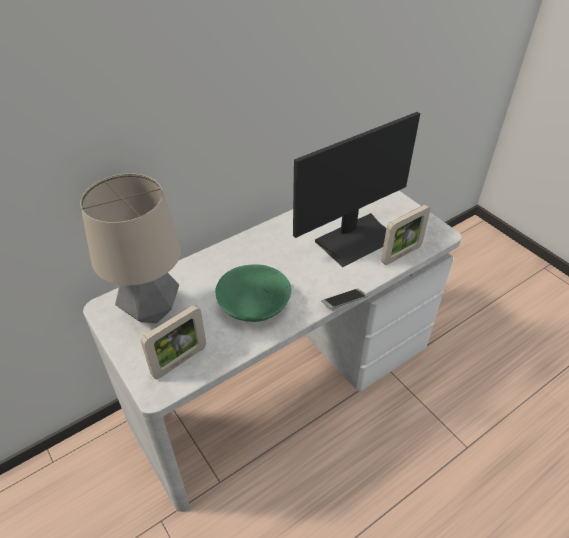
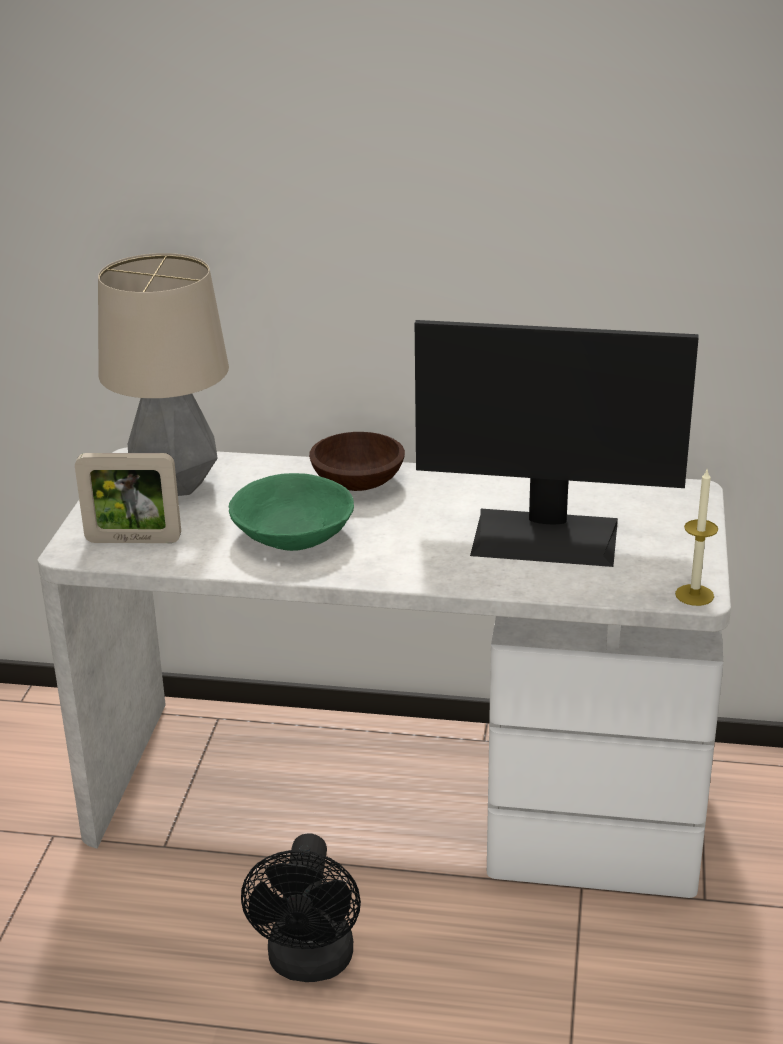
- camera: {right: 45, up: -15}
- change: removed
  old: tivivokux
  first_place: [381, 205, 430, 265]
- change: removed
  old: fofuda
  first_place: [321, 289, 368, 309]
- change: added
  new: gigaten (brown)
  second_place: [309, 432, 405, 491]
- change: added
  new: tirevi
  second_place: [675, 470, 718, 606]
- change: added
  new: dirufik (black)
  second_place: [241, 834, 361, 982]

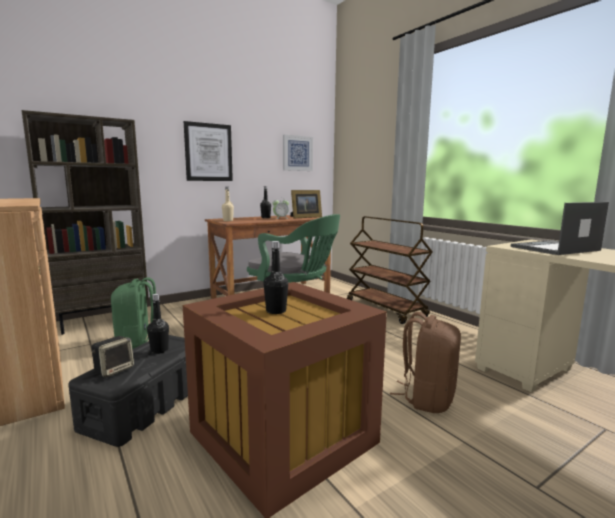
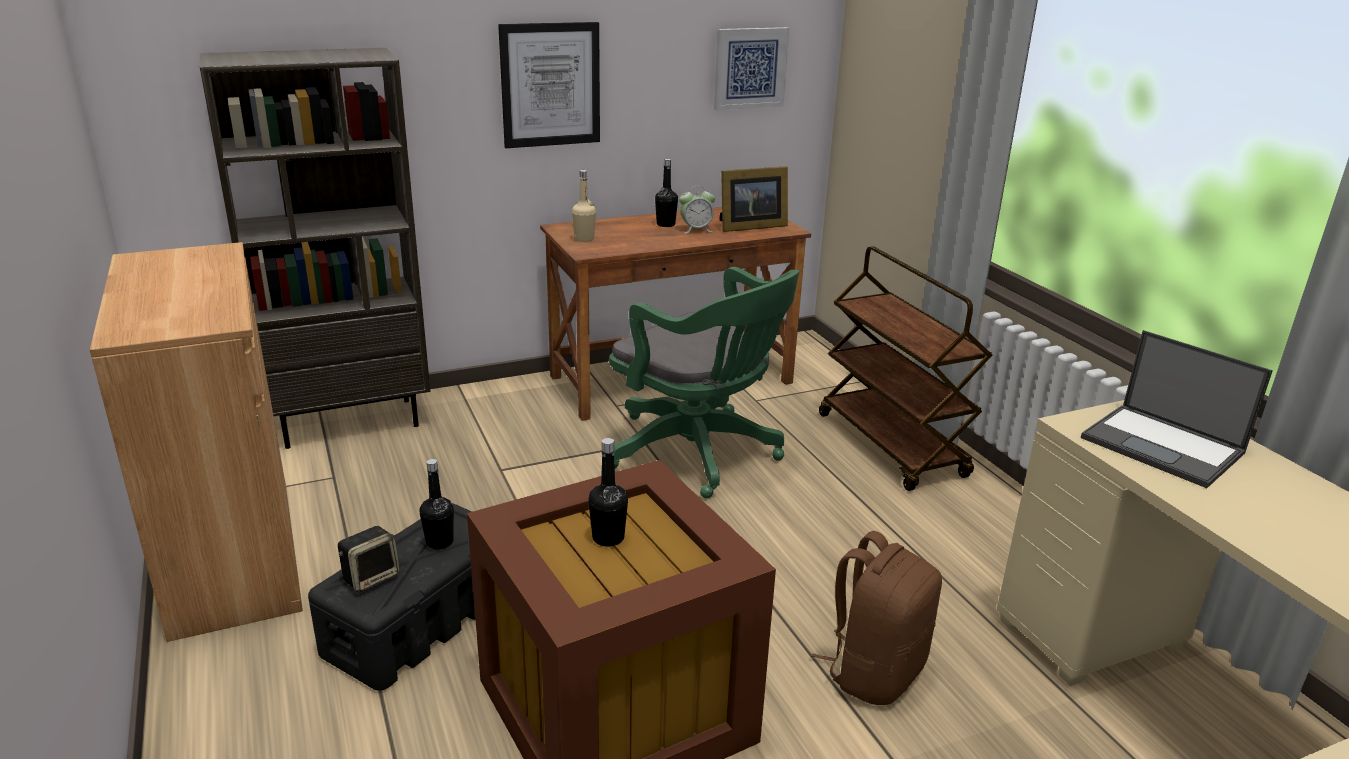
- camera: {right: 10, up: 15}
- change: turned
  old: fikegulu
  first_place: [510, 202, 609, 255]
  second_place: [1081, 330, 1273, 488]
  degrees: -120
- change: removed
  old: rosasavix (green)
  first_place: [111, 277, 156, 349]

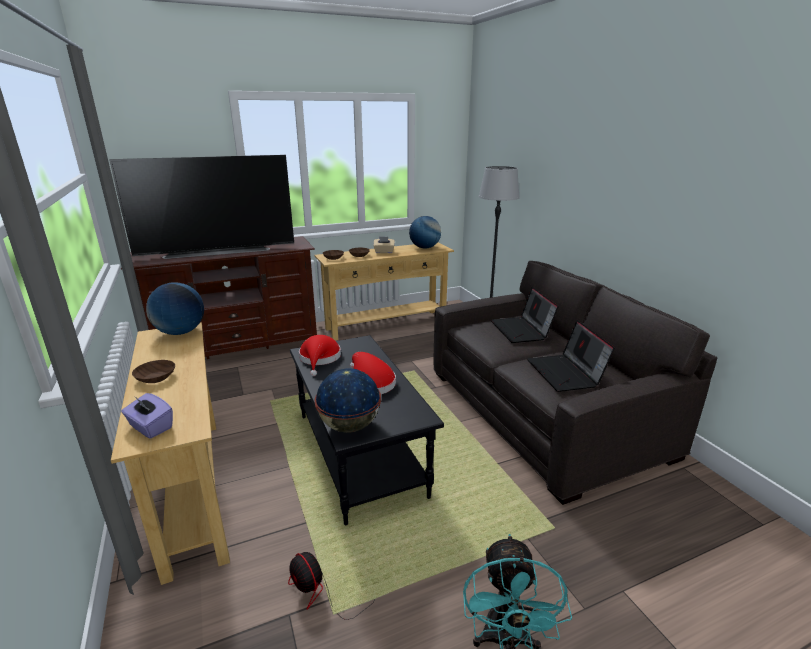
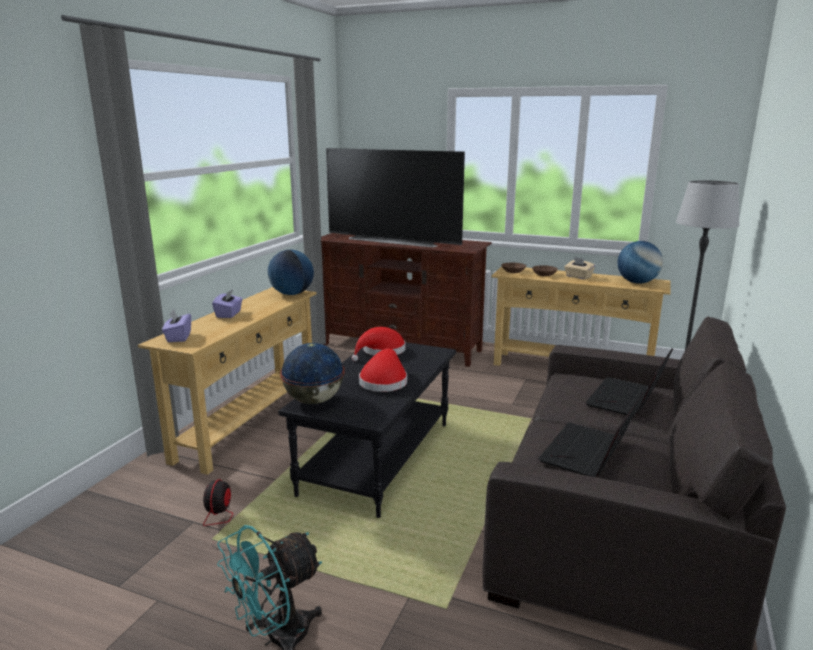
- camera: {right: 45, up: -5}
- change: replaced
  old: gigaten (brown)
  new: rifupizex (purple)
  first_place: [132, 360, 175, 383]
  second_place: [212, 289, 243, 318]

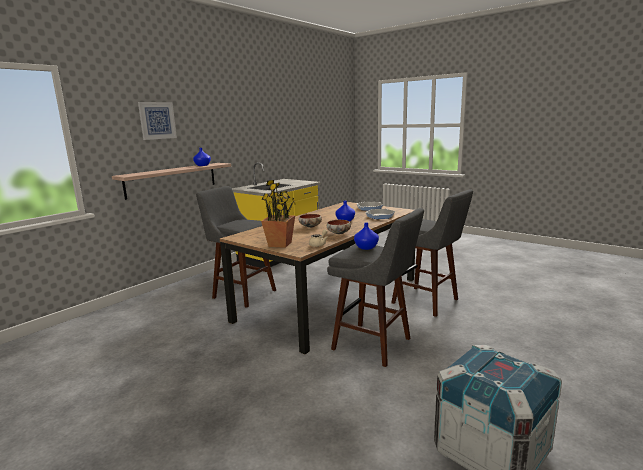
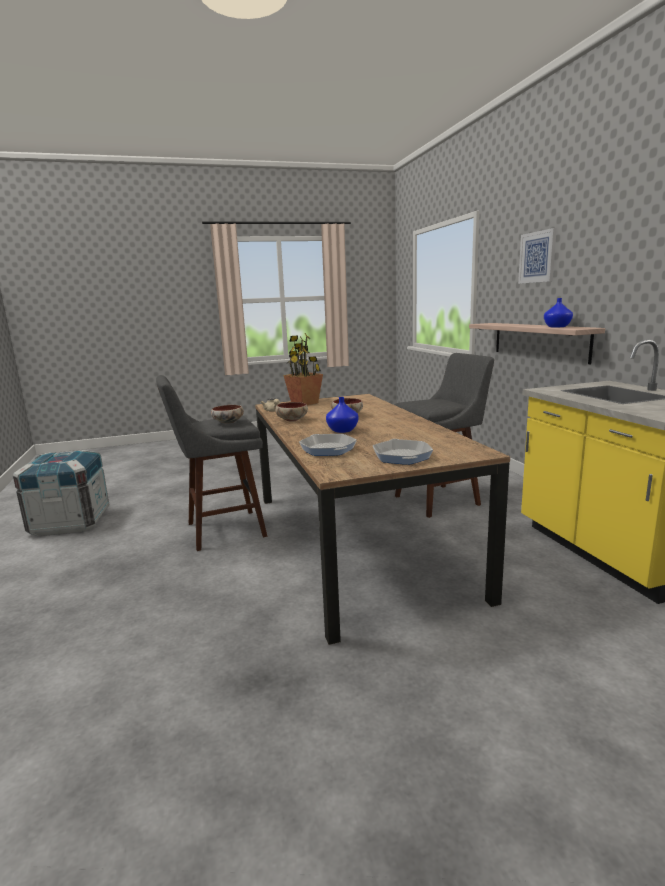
- camera: {right: 125, up: 0}
- change: removed
  old: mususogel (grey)
  first_place: [391, 190, 473, 317]
- change: replaced
  old: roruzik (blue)
  new: gigaten
  first_place: [354, 223, 379, 250]
  second_place: [211, 405, 244, 424]

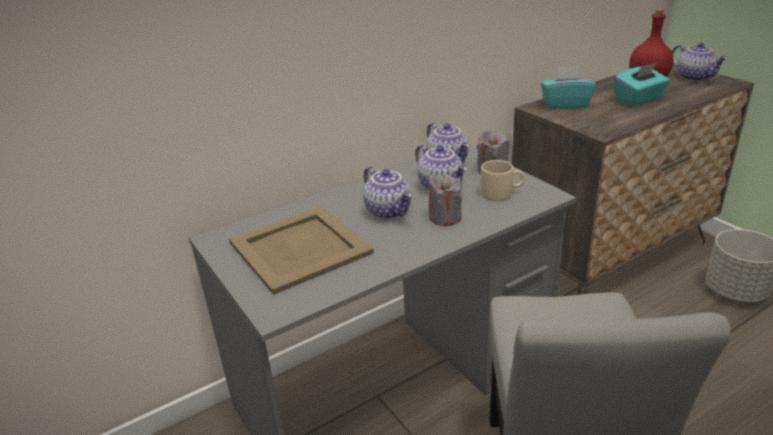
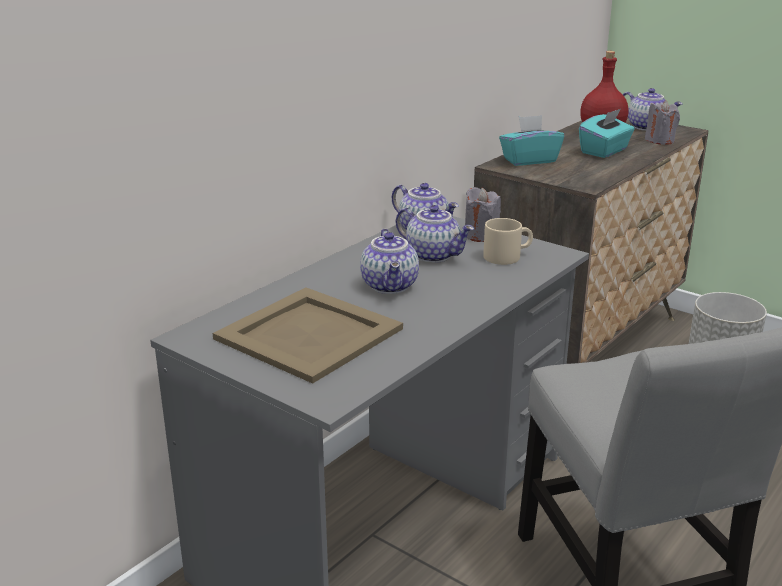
- camera: {right: -20, up: -5}
- change: turned
  old: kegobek
  first_place: [363, 167, 412, 219]
  second_place: [360, 229, 419, 294]
  degrees: 45
- change: moved
  old: tirevi (grey)
  first_place: [429, 175, 462, 226]
  second_place: [645, 100, 680, 145]

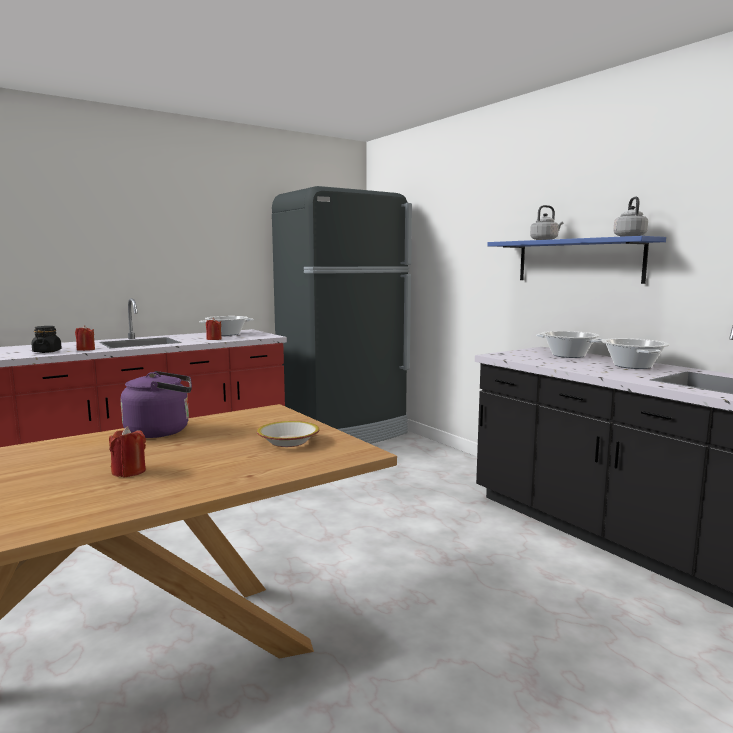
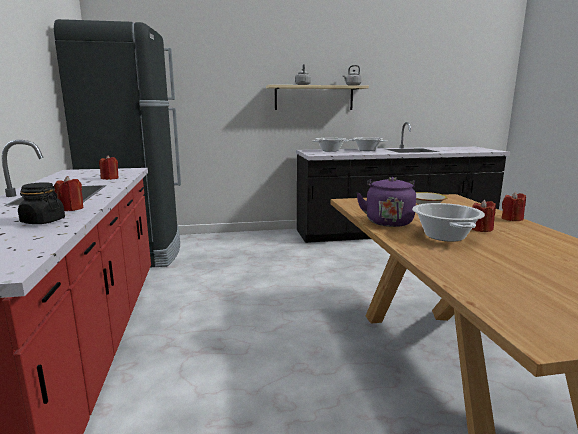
- camera: {right: -65, up: 5}
- change: recoloured
  old: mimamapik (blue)
  new: mimamapik (beige)
  first_place: [487, 236, 666, 284]
  second_place: [266, 85, 369, 110]
- change: moved
  old: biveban
  first_place: [199, 316, 254, 336]
  second_place: [412, 203, 485, 242]
- change: added
  new: tirevi (red)
  second_place: [502, 192, 526, 221]

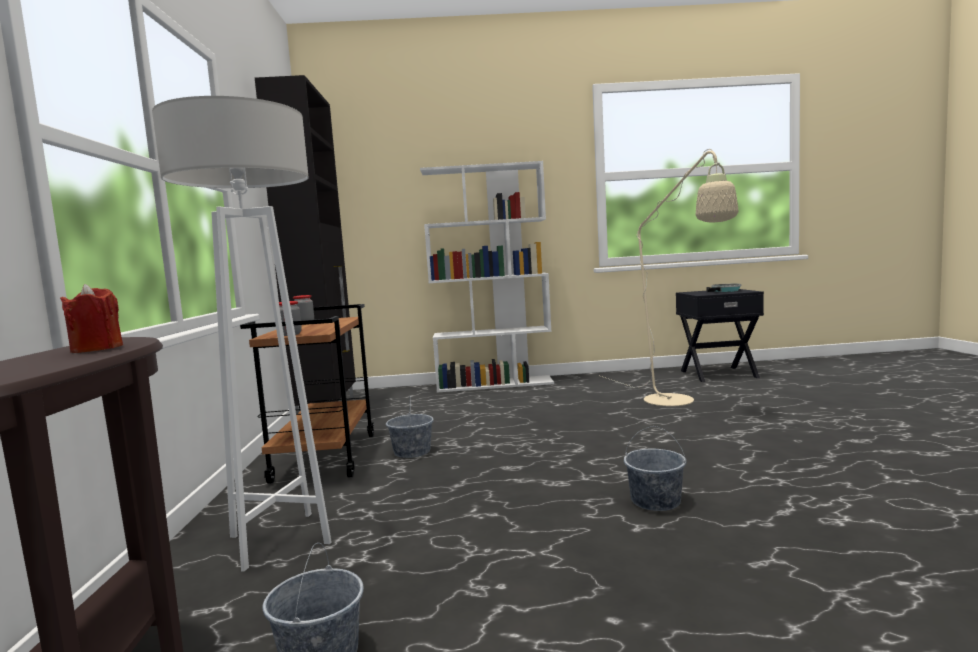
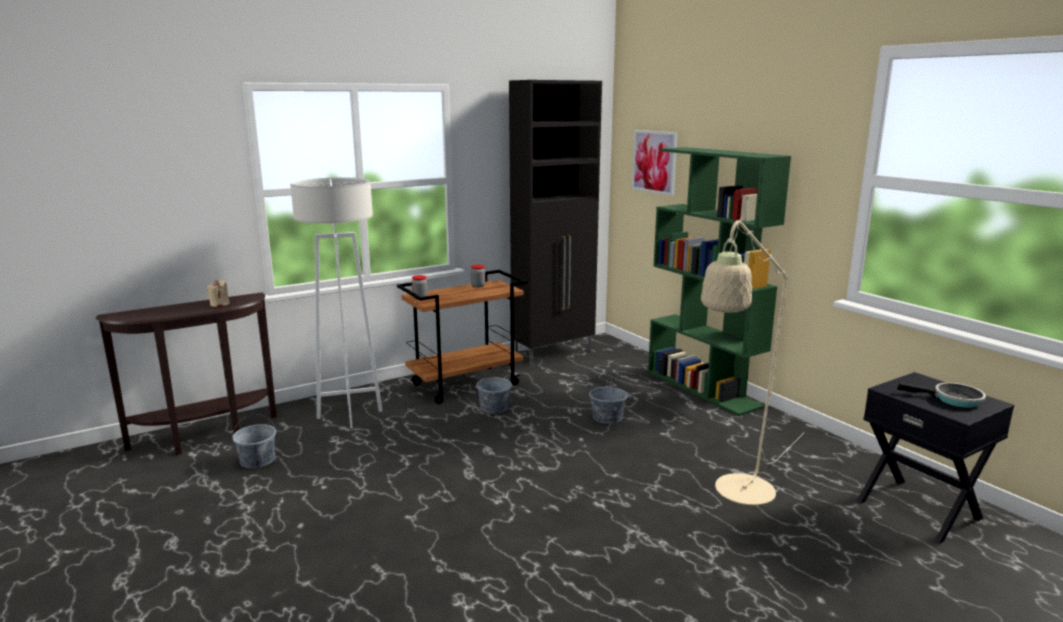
- camera: {right: 60, up: 10}
- change: recoloured
  old: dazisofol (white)
  new: dazisofol (green)
  first_place: [420, 161, 554, 393]
  second_place: [648, 147, 791, 416]
- change: recoloured
  old: tirevi (red)
  new: tirevi (beige)
  first_place: [60, 284, 123, 353]
  second_place: [207, 279, 230, 307]
- change: moved
  old: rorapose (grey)
  first_place: [624, 426, 686, 511]
  second_place: [589, 375, 628, 424]
- change: added
  new: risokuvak
  second_place: [632, 130, 678, 196]

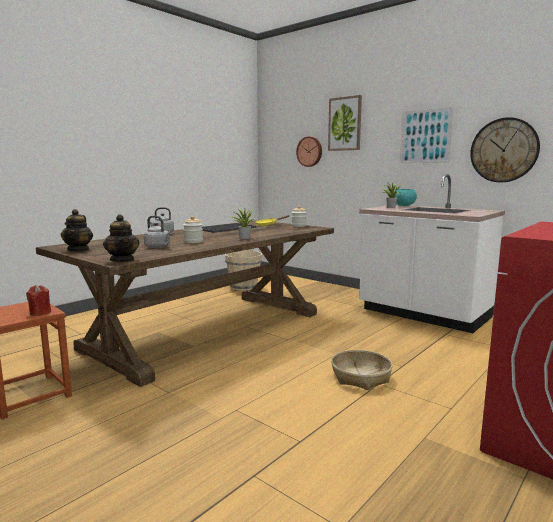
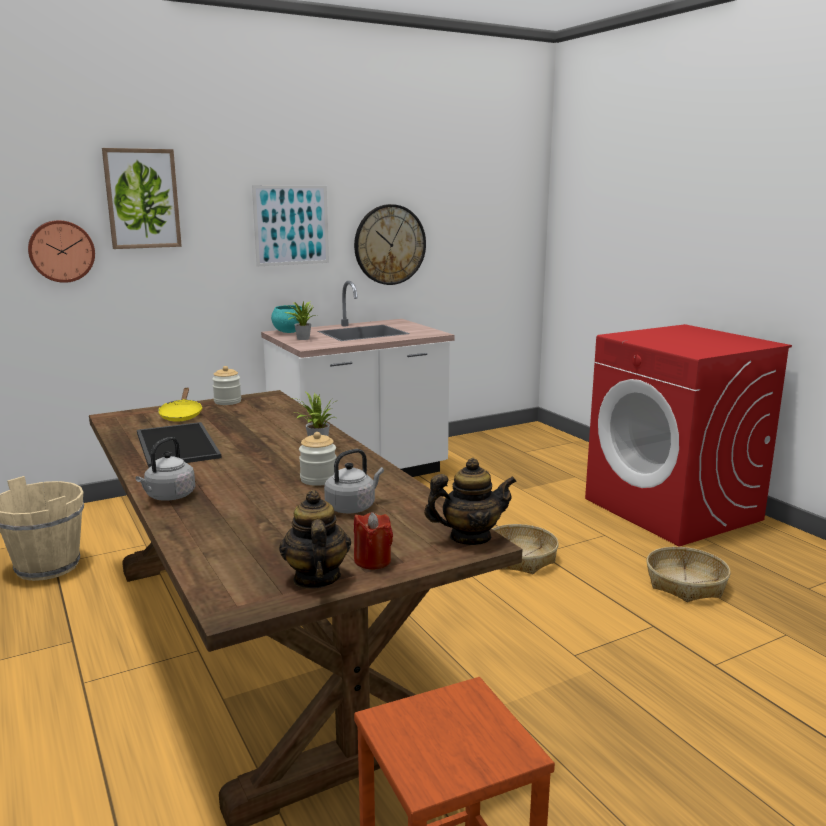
- camera: {right: -70, up: 5}
- change: turned
  old: kegobek
  first_place: [61, 209, 93, 252]
  second_place: [279, 490, 351, 589]
  degrees: -120
- change: moved
  old: tirevi (red)
  first_place: [26, 285, 51, 316]
  second_place: [354, 512, 393, 569]
- change: added
  new: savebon
  second_place: [646, 547, 730, 602]

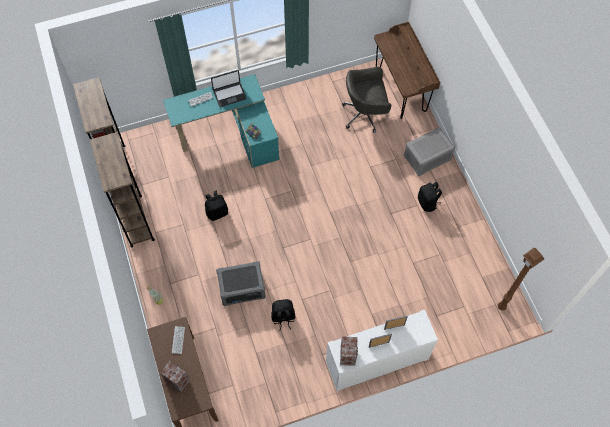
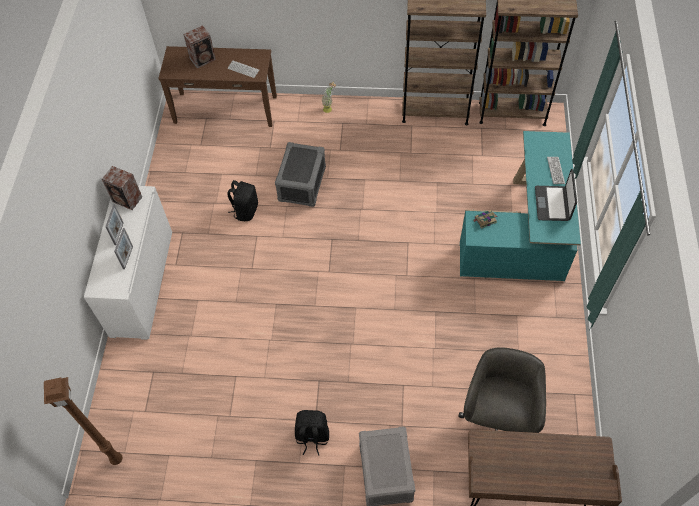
- camera: {right: 115, up: -5}
- change: removed
  old: rosasavix (black)
  first_place: [205, 190, 228, 221]

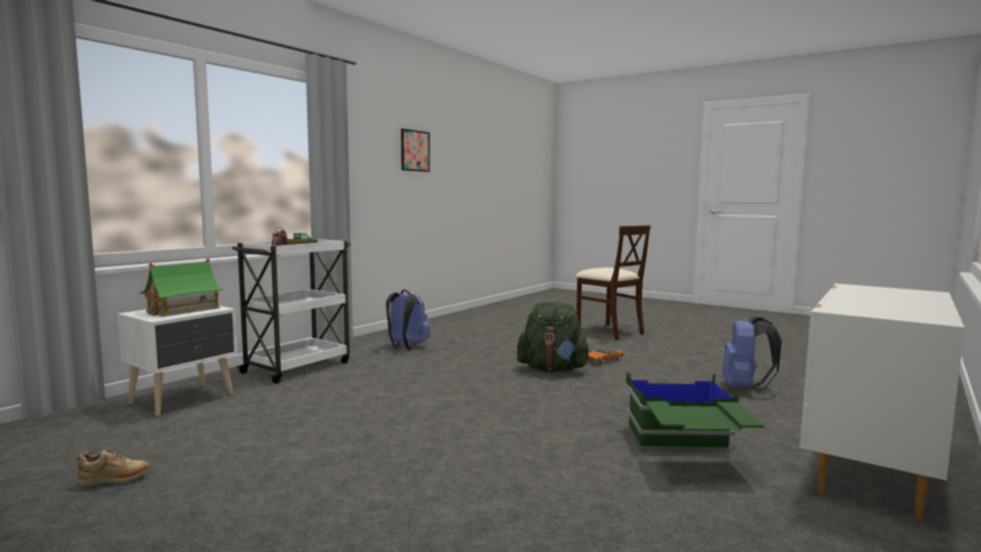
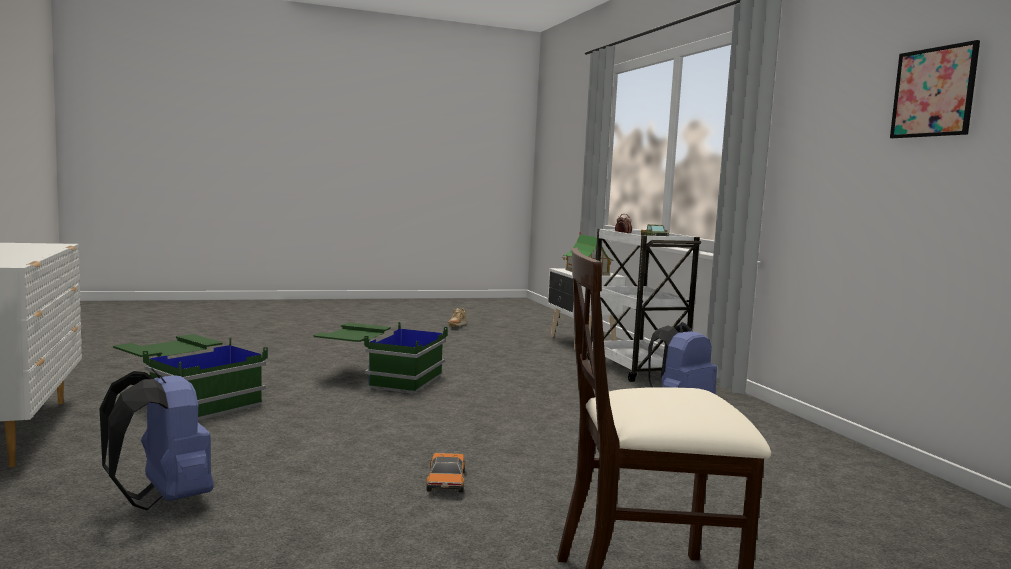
- camera: {right: 125, up: 0}
- change: removed
  old: rosasavix (green)
  first_place: [517, 302, 591, 372]
- change: added
  new: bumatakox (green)
  second_place: [314, 322, 447, 394]

